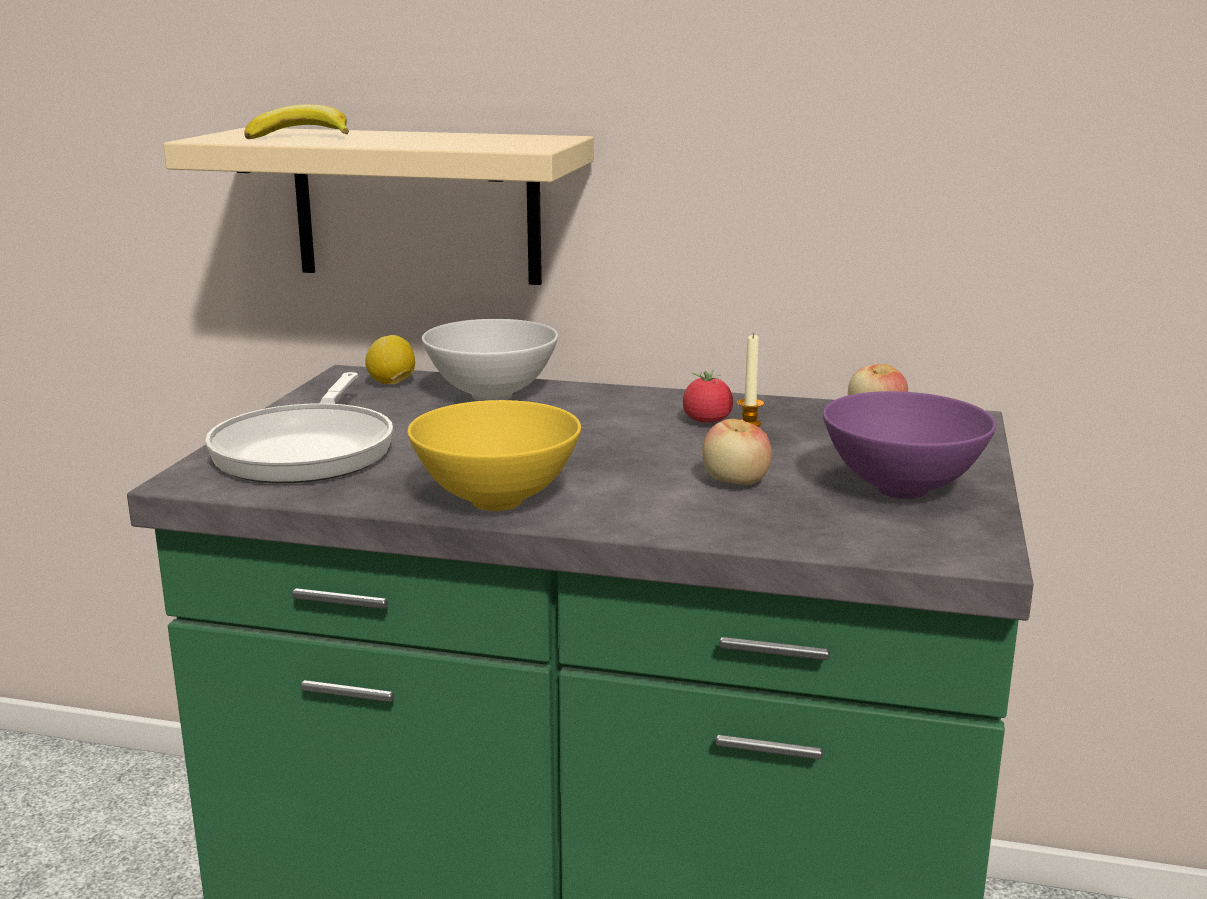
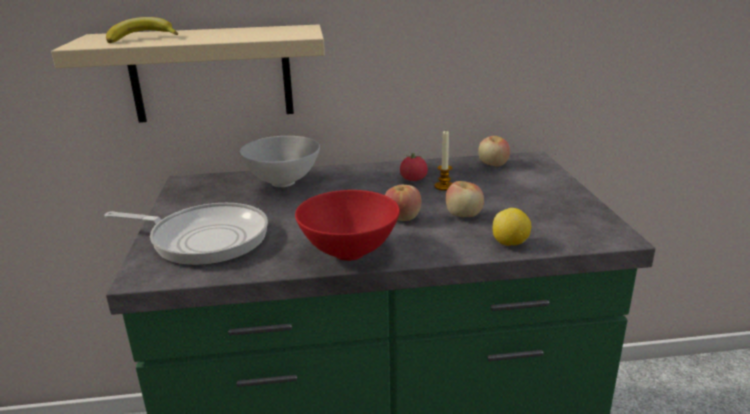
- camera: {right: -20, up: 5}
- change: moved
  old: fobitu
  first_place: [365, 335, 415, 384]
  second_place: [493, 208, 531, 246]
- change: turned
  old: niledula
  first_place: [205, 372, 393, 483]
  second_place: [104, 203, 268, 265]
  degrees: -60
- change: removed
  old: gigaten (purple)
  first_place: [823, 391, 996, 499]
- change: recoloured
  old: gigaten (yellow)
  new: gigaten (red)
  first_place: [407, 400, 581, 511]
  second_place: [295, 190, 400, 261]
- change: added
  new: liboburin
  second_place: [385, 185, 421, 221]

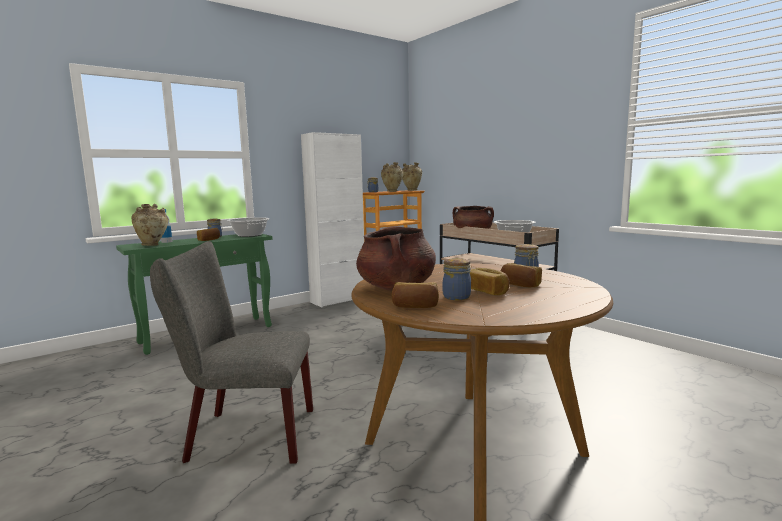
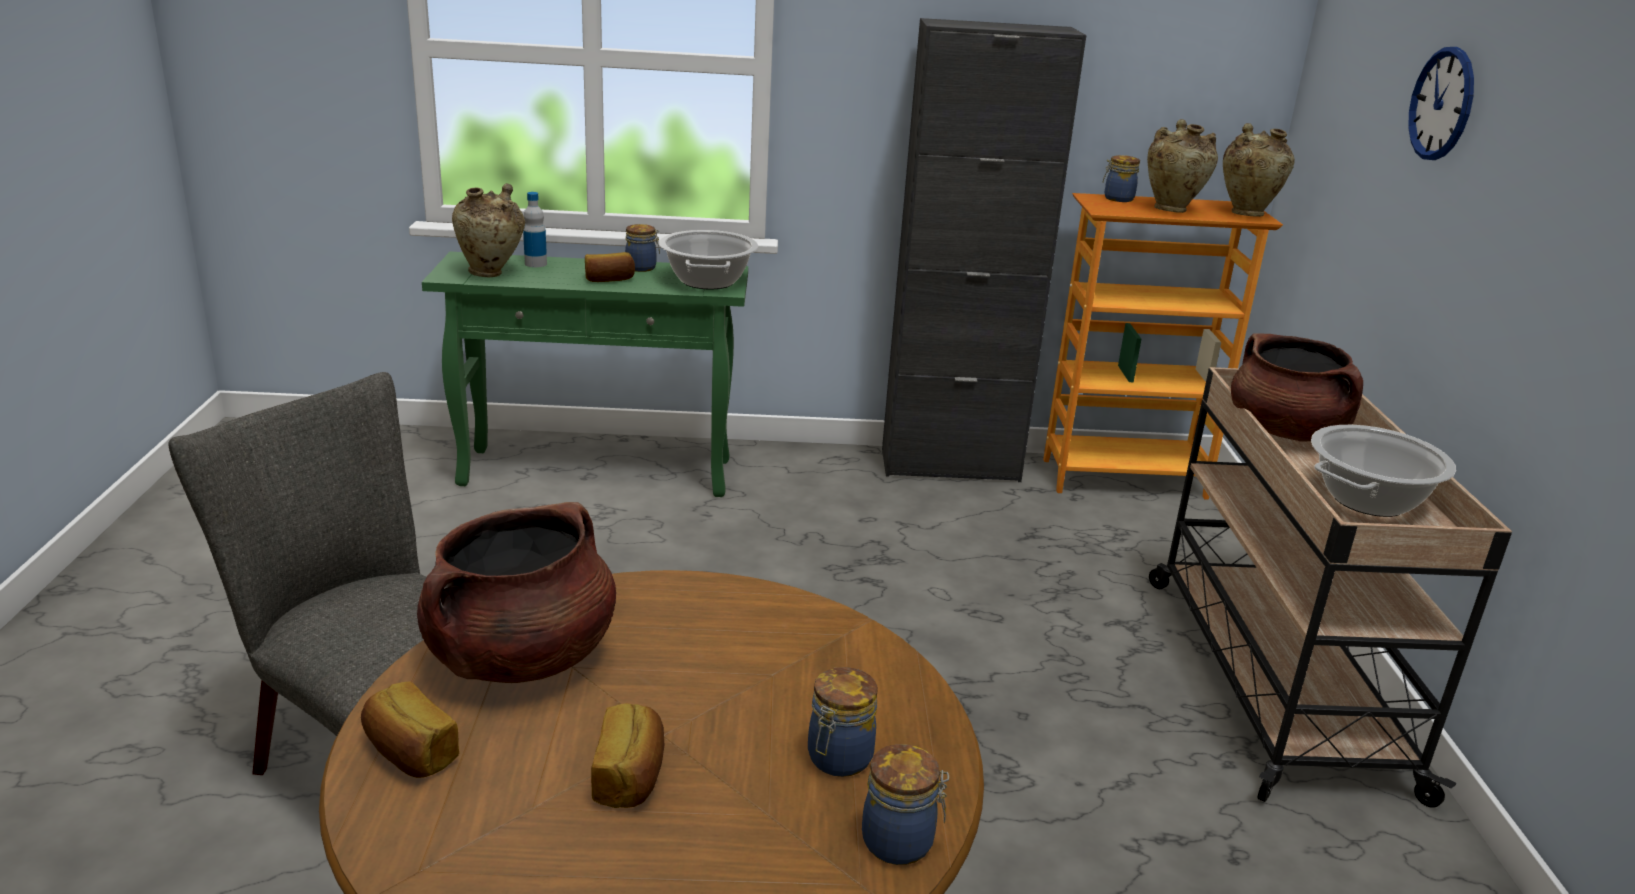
- camera: {right: 35, up: 15}
- change: recoloured
  old: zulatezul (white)
  new: zulatezul (black)
  first_place: [301, 132, 364, 307]
  second_place: [882, 18, 1086, 482]
- change: moved
  old: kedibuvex
  first_place: [443, 258, 471, 300]
  second_place: [862, 744, 949, 865]
- change: removed
  old: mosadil
  first_place: [501, 263, 542, 287]
- change: added
  new: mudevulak
  second_place: [1408, 47, 1474, 160]

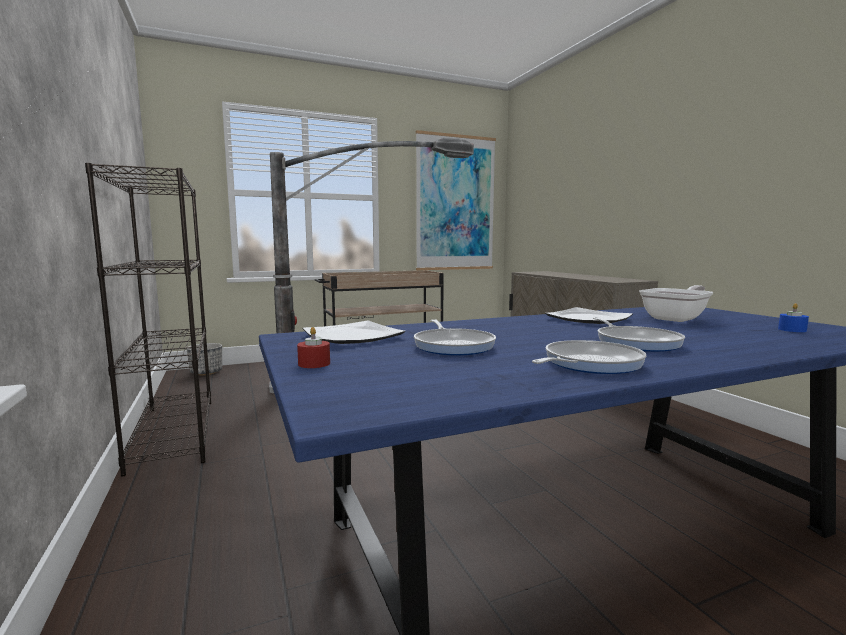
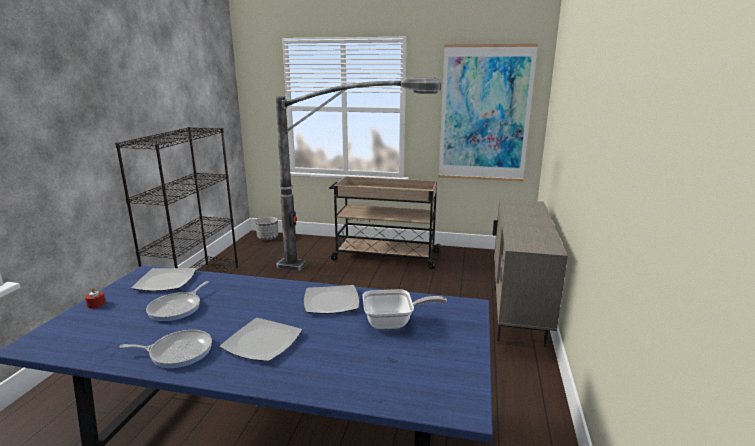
- camera: {right: 35, up: 10}
- change: removed
  old: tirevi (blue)
  first_place: [778, 303, 809, 332]
- change: replaced
  old: niledula
  new: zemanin
  first_place: [593, 317, 685, 352]
  second_place: [220, 318, 302, 362]

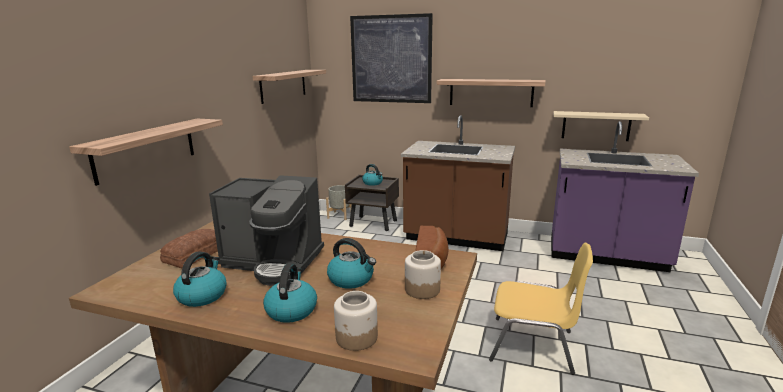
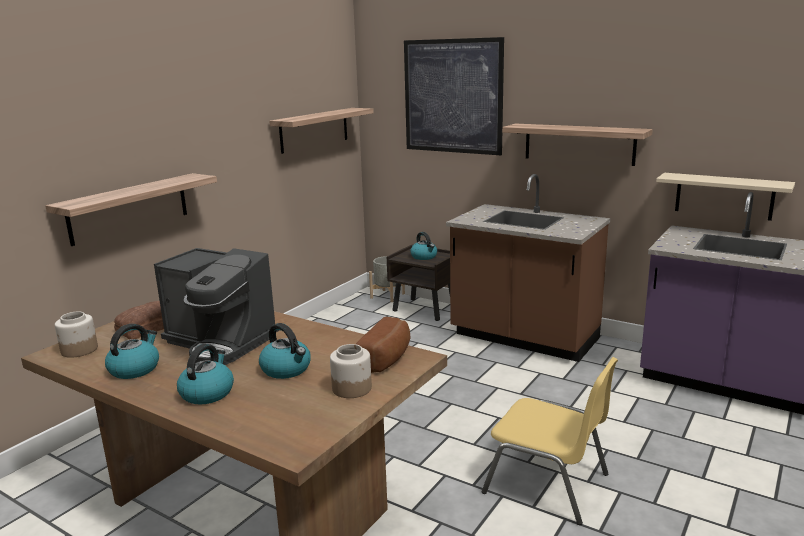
- camera: {right: 15, up: 0}
- change: moved
  old: kedibuvex
  first_place: [334, 291, 378, 351]
  second_place: [55, 312, 98, 358]

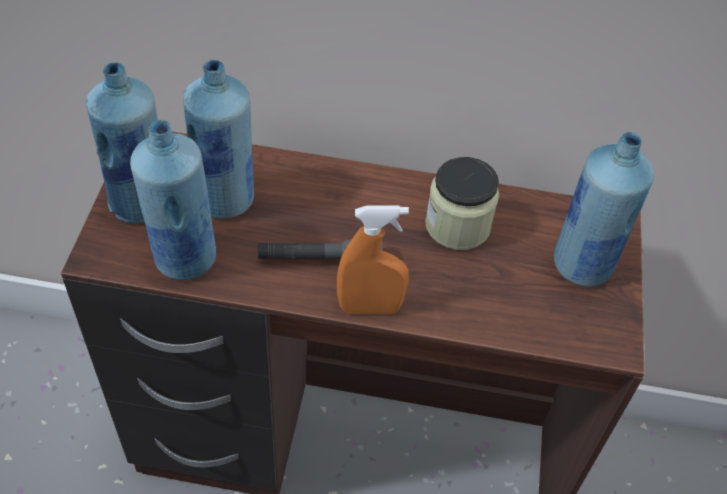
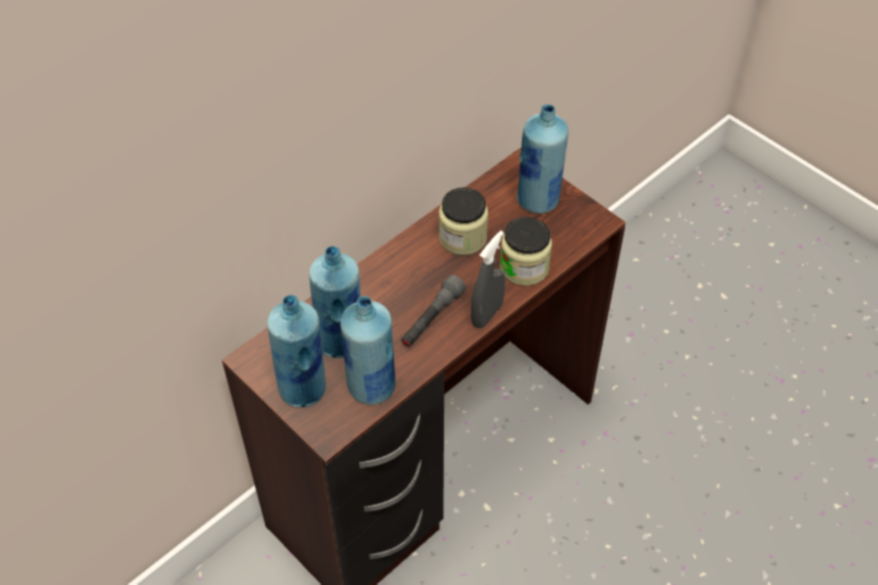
- camera: {right: -50, up: 0}
- change: recoloured
  old: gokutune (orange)
  new: gokutune (grey)
  first_place: [337, 206, 409, 314]
  second_place: [471, 231, 506, 328]
- change: added
  new: kedibuvex
  second_place: [500, 217, 552, 286]

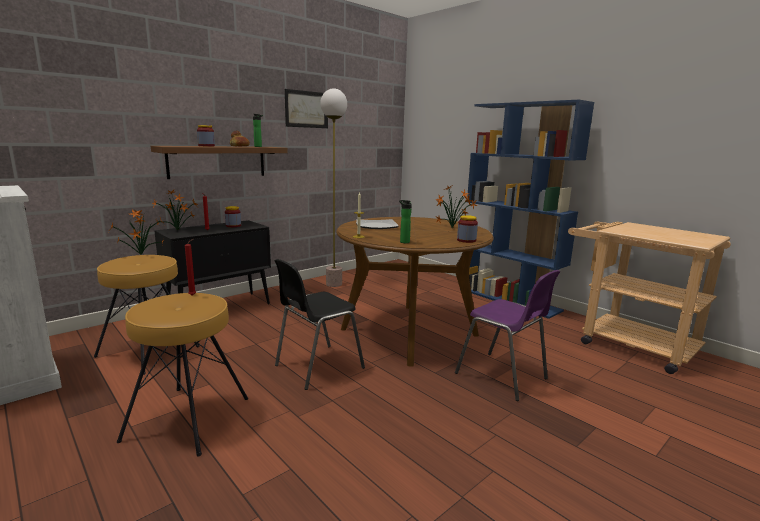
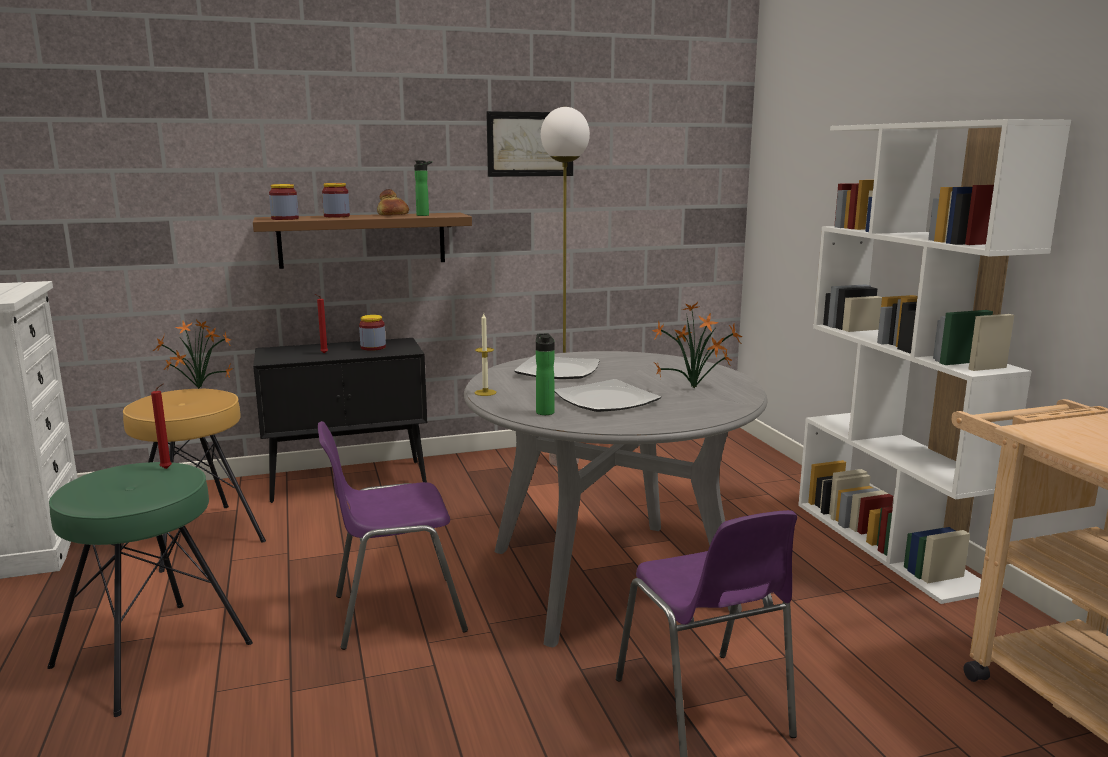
- camera: {right: 25, up: 0}
- change: recoloured
  old: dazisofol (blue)
  new: dazisofol (white)
  first_place: [467, 100, 594, 319]
  second_place: [798, 119, 1071, 604]
- change: removed
  old: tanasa
  first_place: [152, 190, 198, 230]
- change: moved
  old: kedibuvex
  first_place: [457, 215, 478, 243]
  second_place: [269, 184, 299, 220]
- change: recoloured
  old: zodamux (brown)
  new: zodamux (grey)
  first_place: [336, 217, 494, 366]
  second_place: [464, 351, 768, 647]
- change: recoloured
  old: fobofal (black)
  new: fobofal (purple)
  first_place: [274, 259, 365, 390]
  second_place: [318, 421, 468, 650]
- change: recoloured
  old: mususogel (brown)
  new: mususogel (green)
  first_place: [117, 293, 248, 456]
  second_place: [47, 462, 253, 717]
- change: added
  new: zemanin
  second_place: [554, 379, 661, 412]

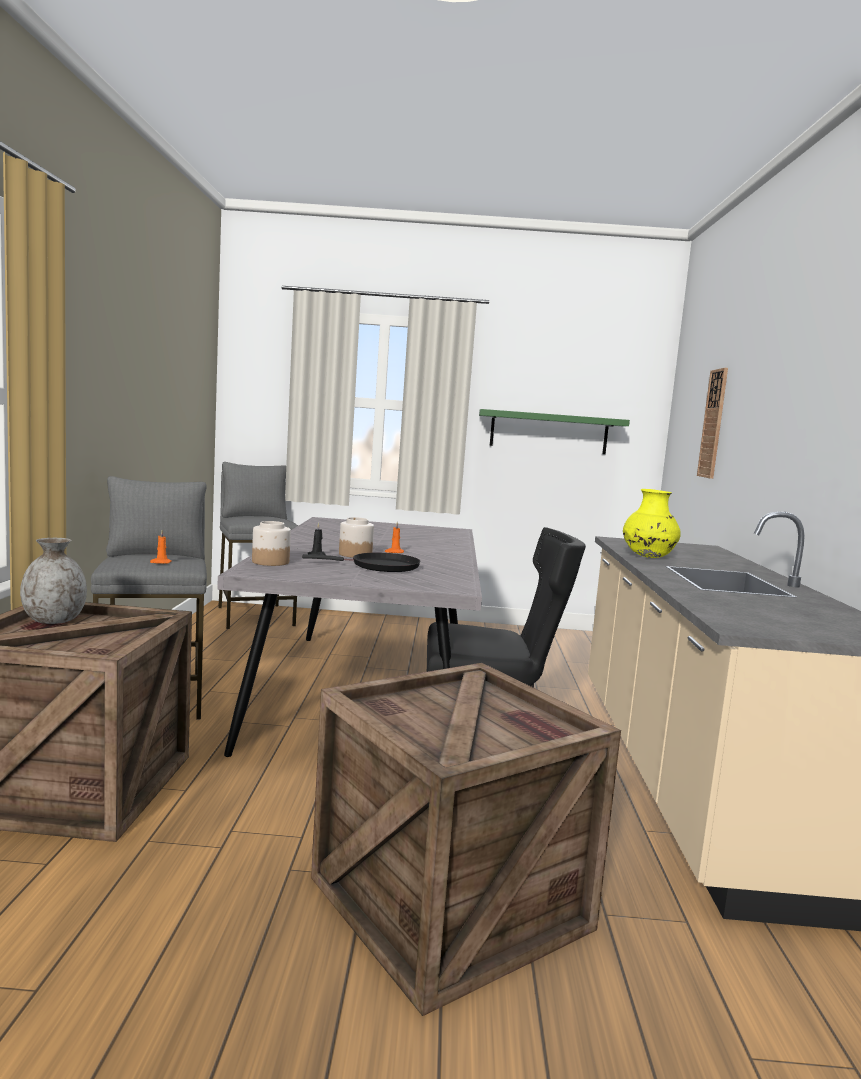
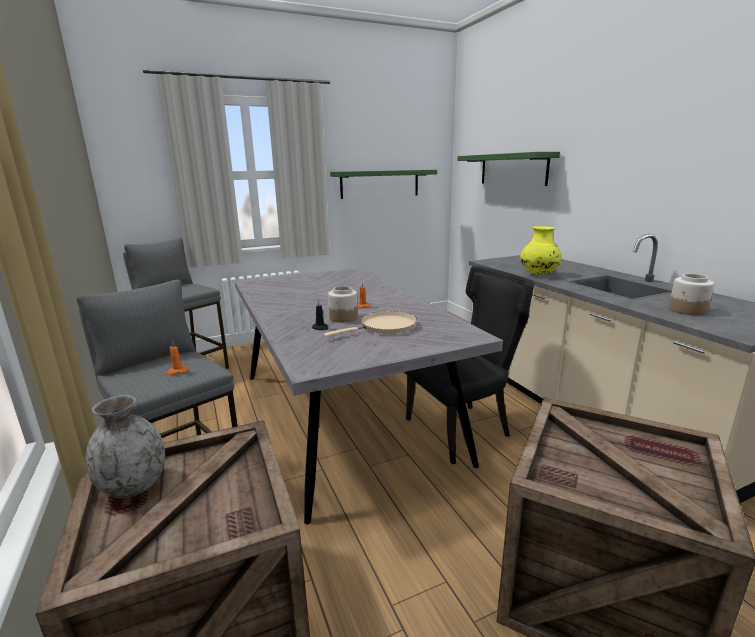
- camera: {right: -25, up: 10}
- change: replaced
  old: mudevulak
  new: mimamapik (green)
  first_place: [697, 368, 728, 479]
  second_place: [458, 152, 560, 186]
- change: moved
  old: kedibuvex
  first_place: [252, 521, 291, 566]
  second_place: [669, 274, 714, 315]
- change: recoloured
  old: niledula (black)
  new: niledula (beige)
  first_place: [302, 553, 420, 572]
  second_place: [324, 311, 417, 337]

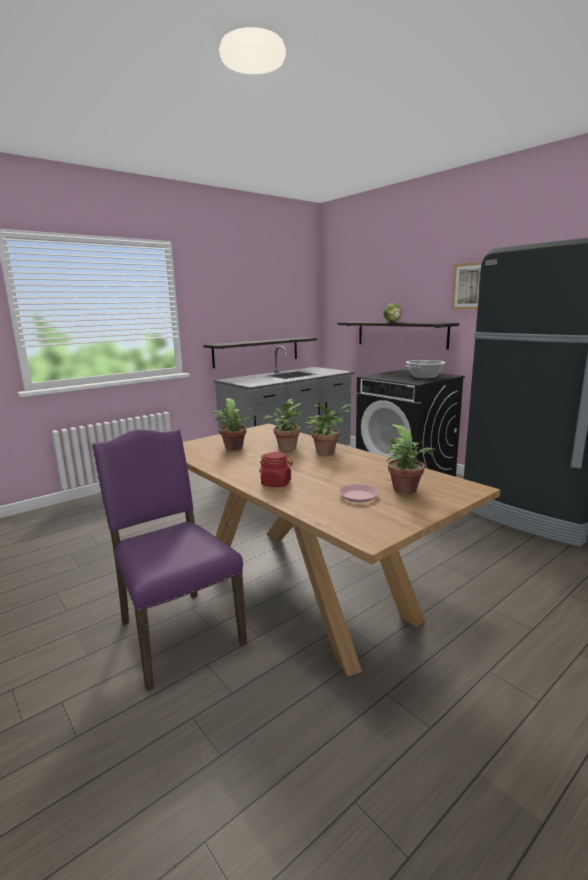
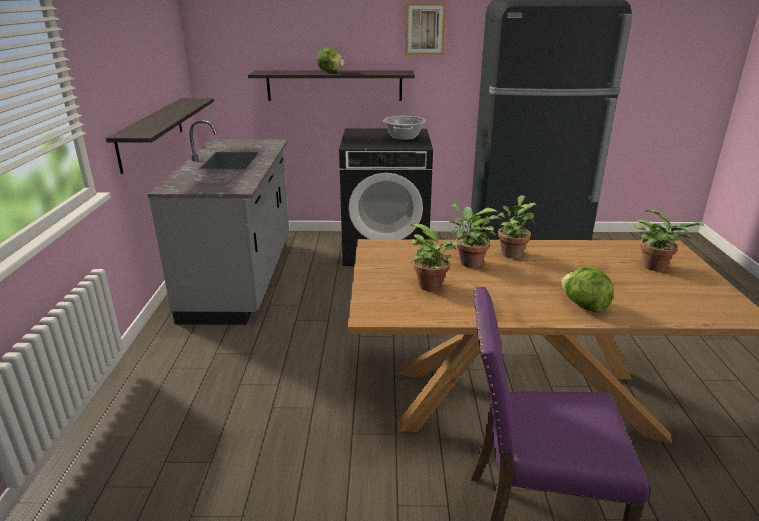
- camera: {right: -50, up: 10}
- change: replaced
  old: kedibuvex (red)
  new: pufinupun
  first_place: [259, 452, 293, 487]
  second_place: [561, 267, 614, 313]
- change: removed
  old: zemanin (pink)
  first_place: [339, 484, 379, 503]

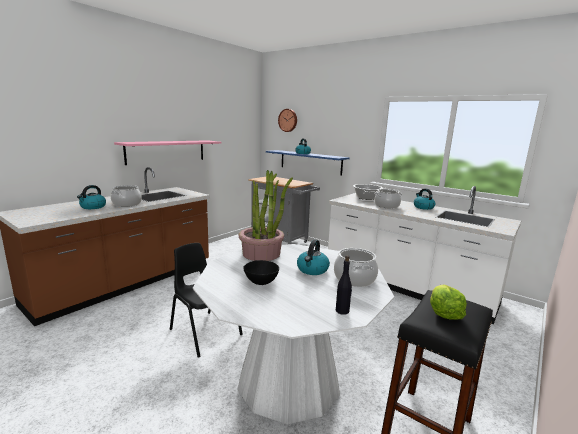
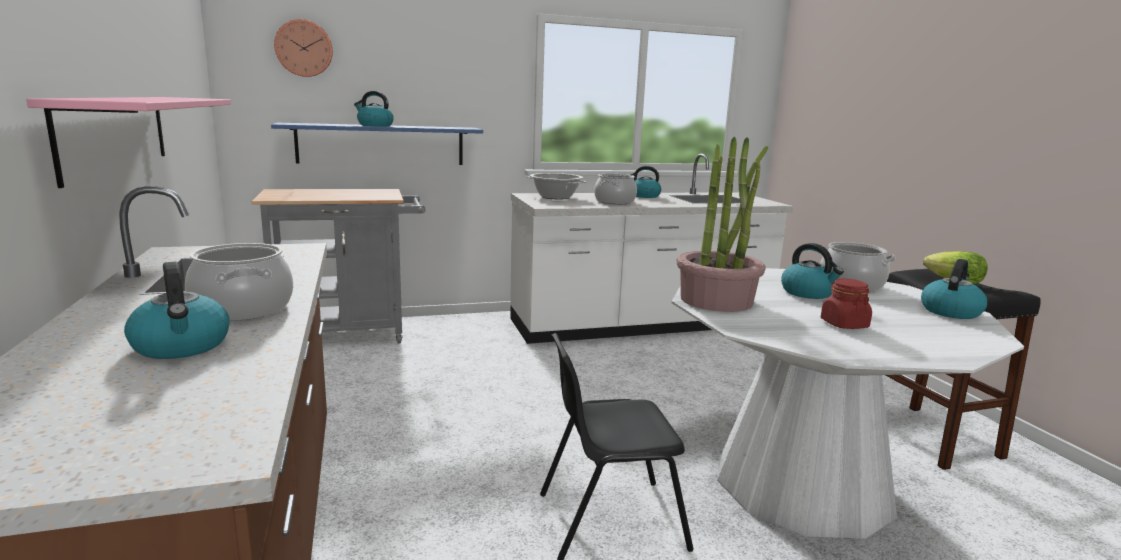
- camera: {right: -55, up: 0}
- change: replaced
  old: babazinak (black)
  new: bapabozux
  first_place: [336, 255, 352, 315]
  second_place: [921, 259, 987, 319]
- change: replaced
  old: gigaten (black)
  new: kedibuvex (red)
  first_place: [243, 260, 279, 285]
  second_place: [821, 279, 872, 329]

